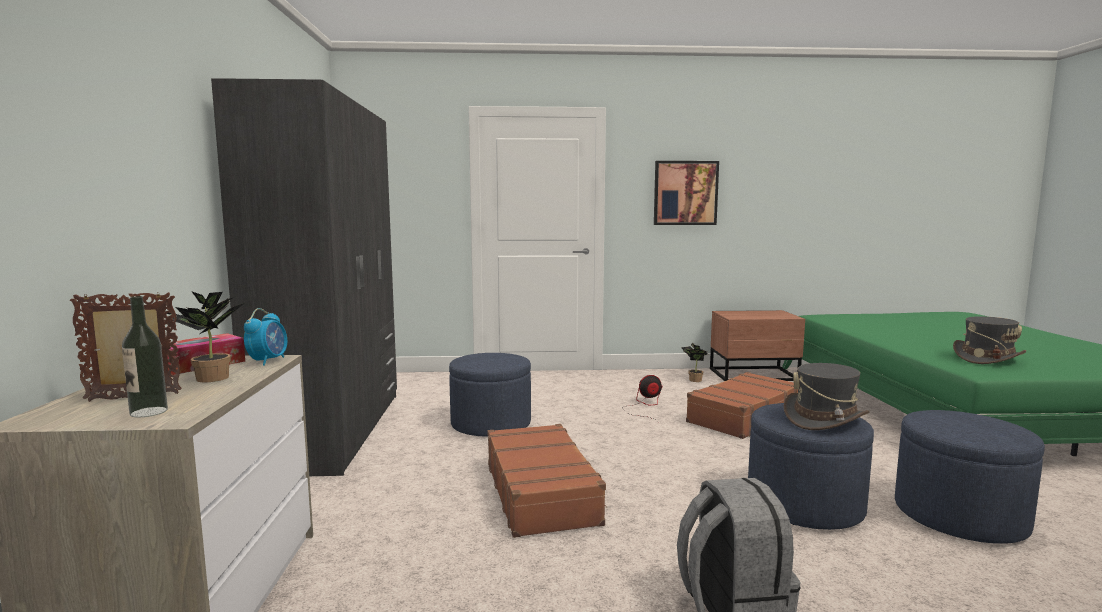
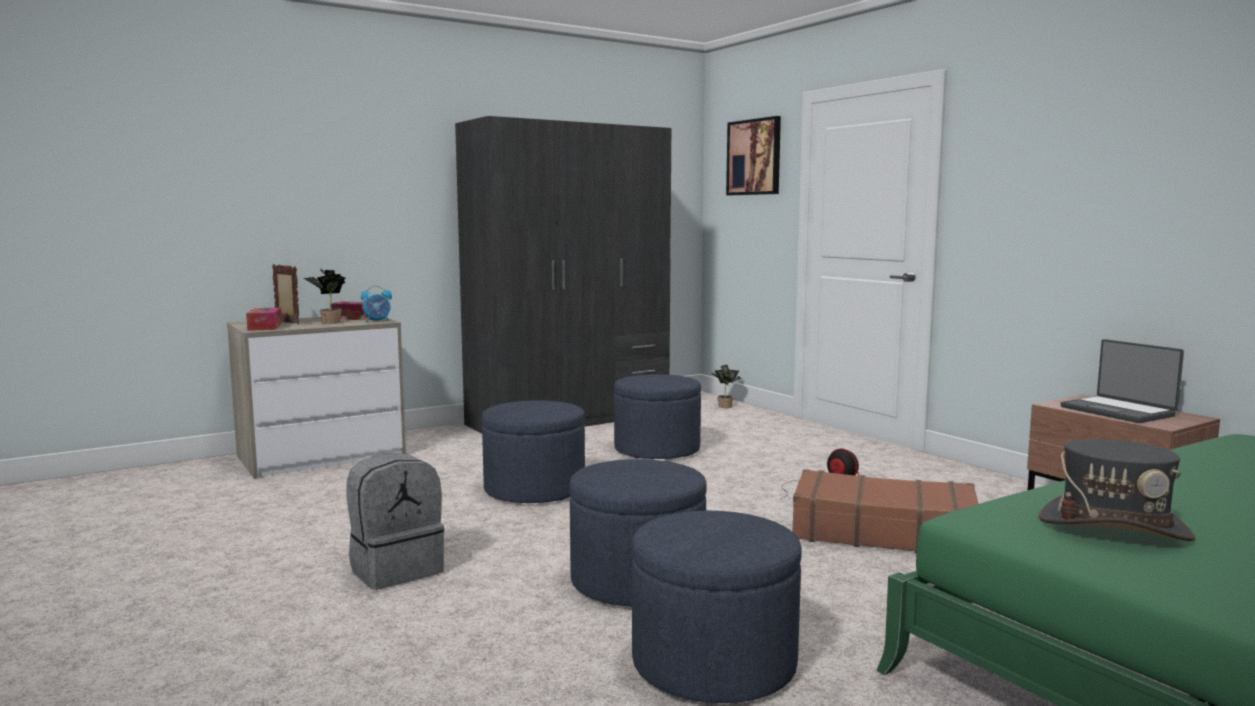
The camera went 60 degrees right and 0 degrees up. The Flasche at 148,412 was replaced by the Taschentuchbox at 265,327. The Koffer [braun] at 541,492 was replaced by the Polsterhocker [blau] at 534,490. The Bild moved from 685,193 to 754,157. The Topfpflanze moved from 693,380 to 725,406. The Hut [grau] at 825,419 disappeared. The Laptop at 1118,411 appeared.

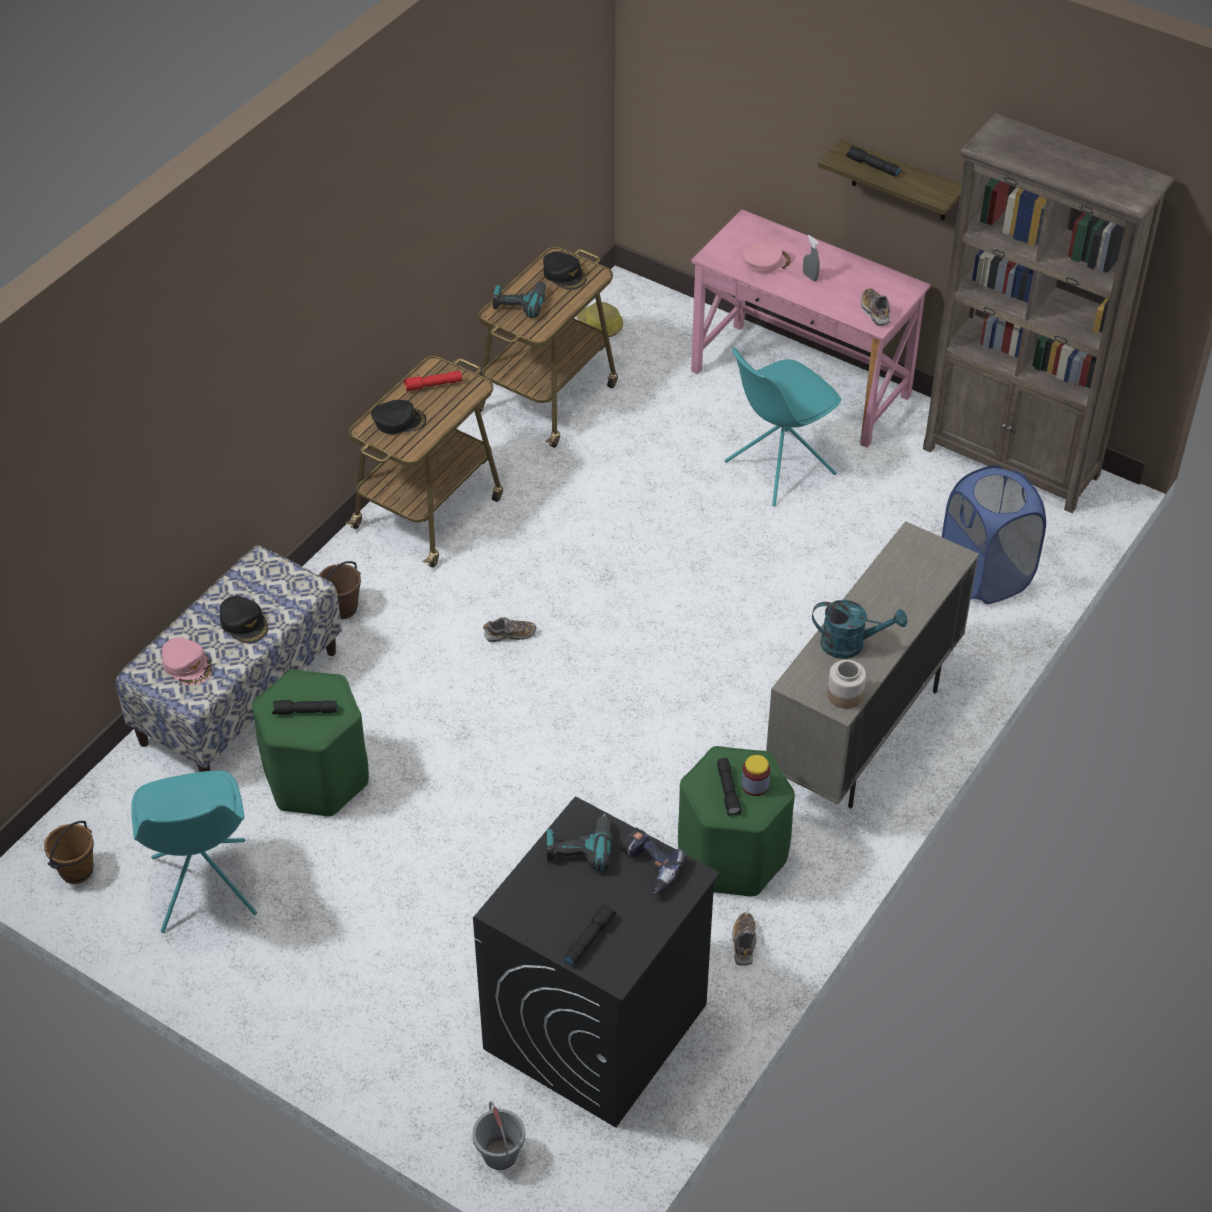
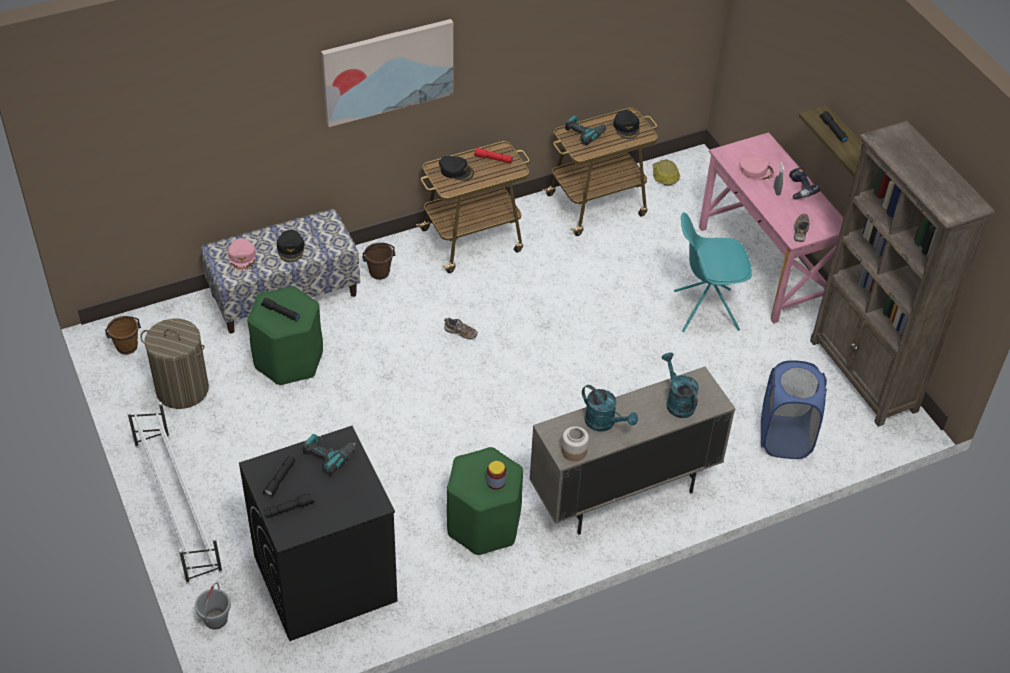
The camera went 30 degrees right and 0 degrees up. The Stuhl [türkis] at 203,888 was replaced by the Wäschekorb at 182,389. The Bohrmaschine moved from 648,867 to 798,189. The Taschenlampe [schwarz] moved from 729,791 to 280,480. The Schuh at 744,943 disappeared. The Schuhregal [weiß] at 177,506 appeared. The Bild at 387,71 appeared. The Gießkanne [türkis] at 677,401 appeared.

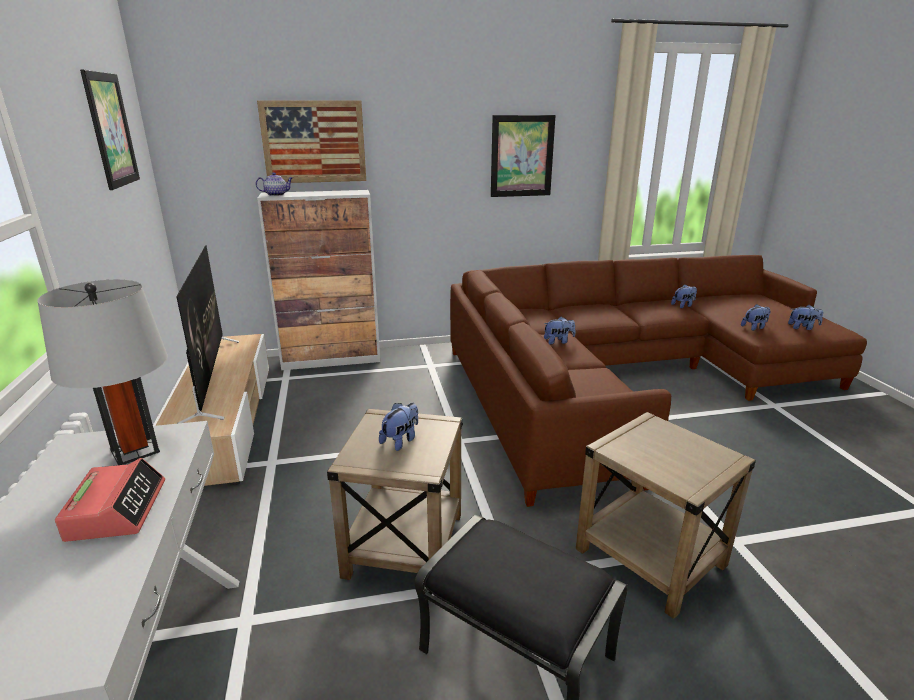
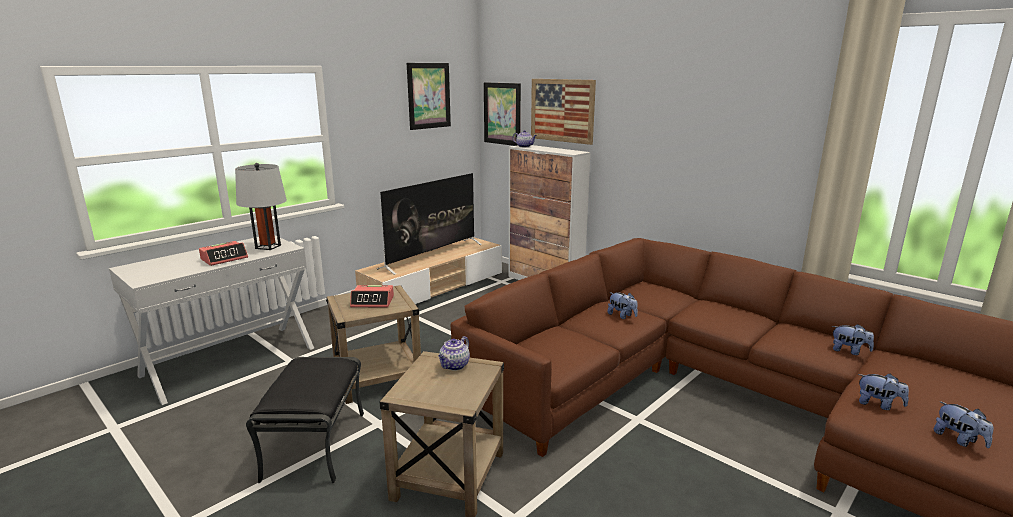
The camera went 55 degrees right and 5 degrees down. The Plüschtier at 401,440 was replaced by the Wecker at 373,302. The Bild moved from 522,156 to 502,114. The Teekanne at 454,366 appeared.

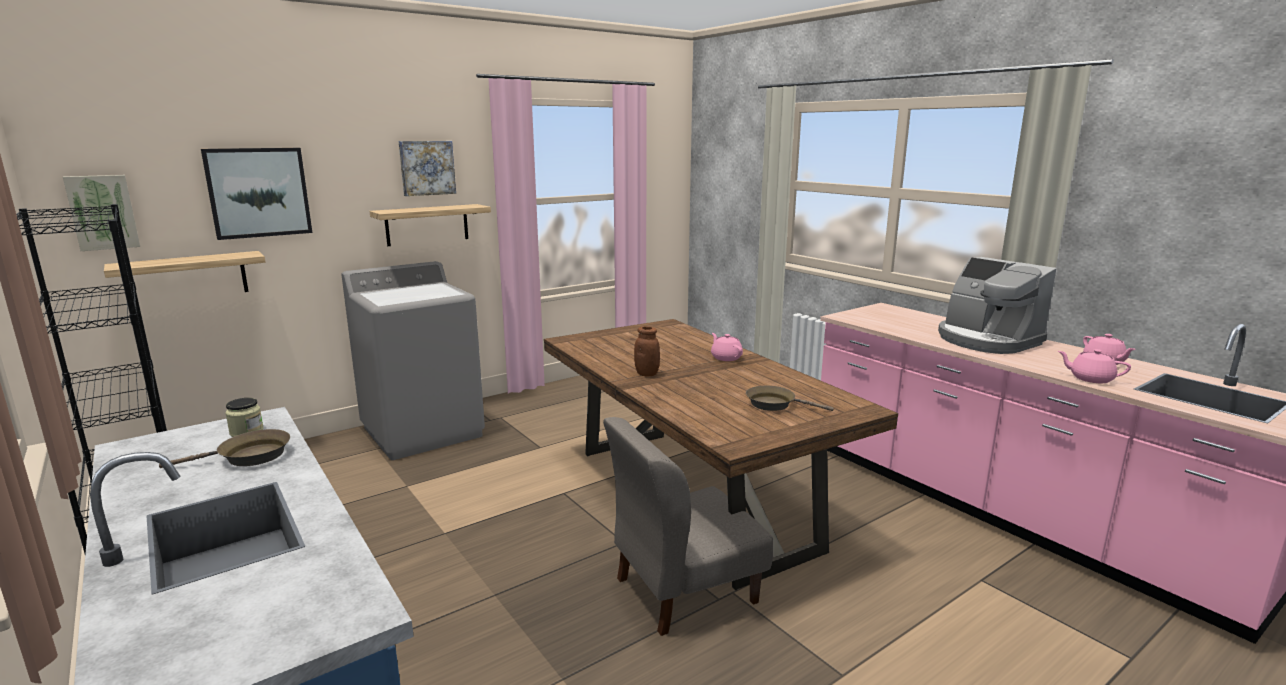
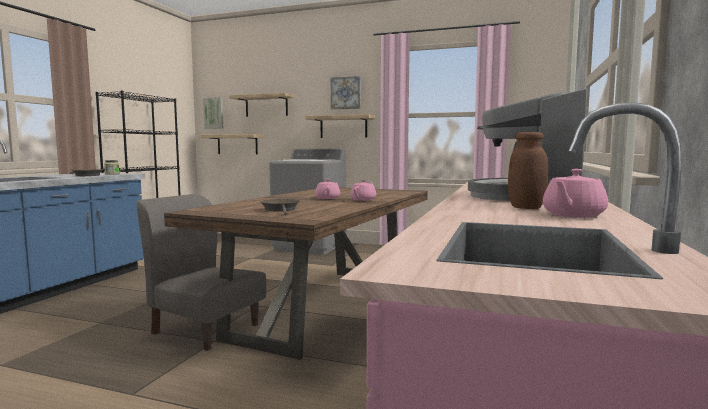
The camera went 55 degrees right and 10 degrees down. The Bild at 258,192 was replaced by the Wandregal at 266,106. The Vorratsglas [braun] moved from 647,374 to 526,207. The Teekanne [rosa] moved from 1090,378 to 327,198.

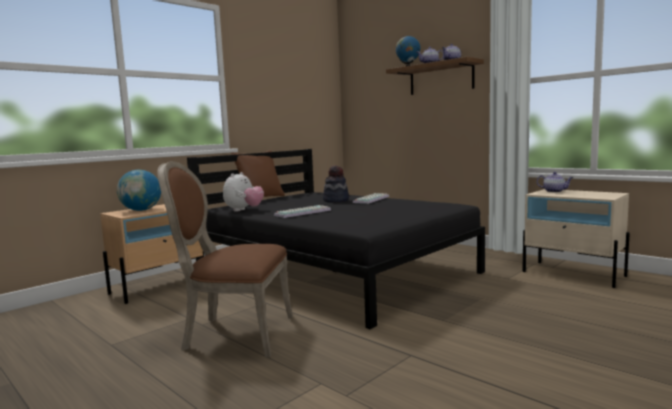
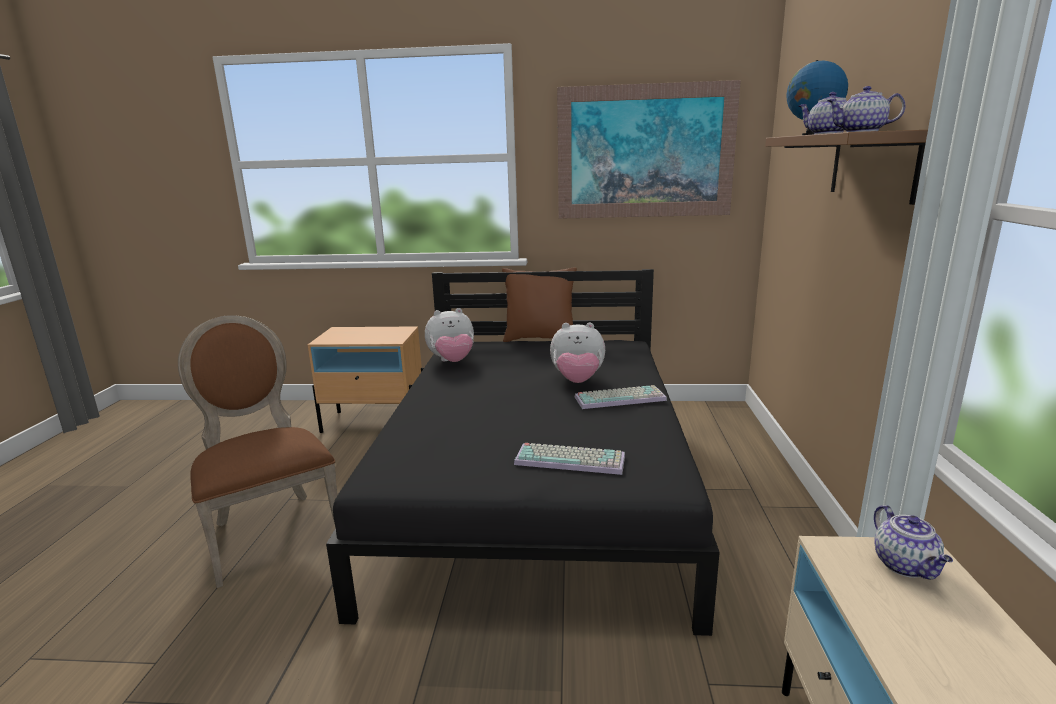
The camera went 50 degrees right and 10 degrees up. The Globus at 141,210 disappeared. The Tastatur moved from 303,212 to 571,459. The Hut at 336,200 was replaced by the Plüschtier at 577,381. The Bild at 645,152 appeared.

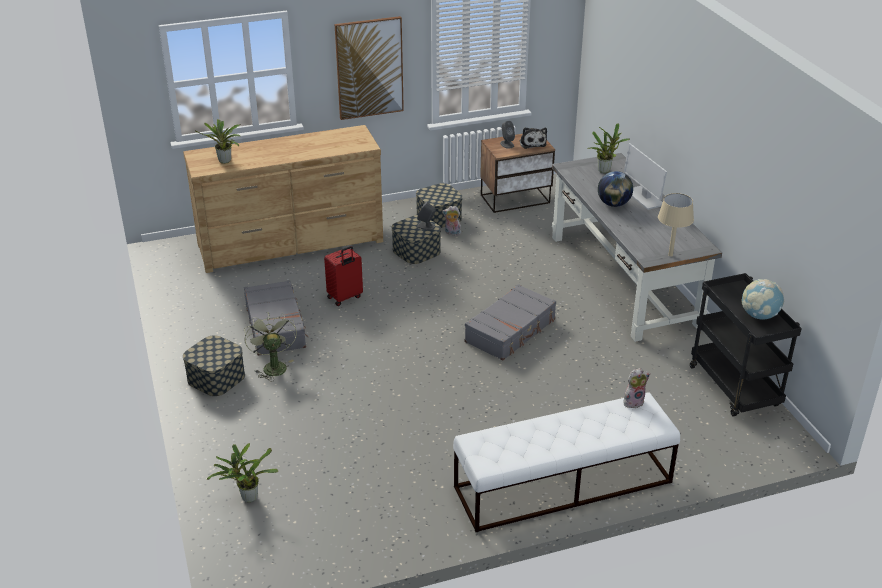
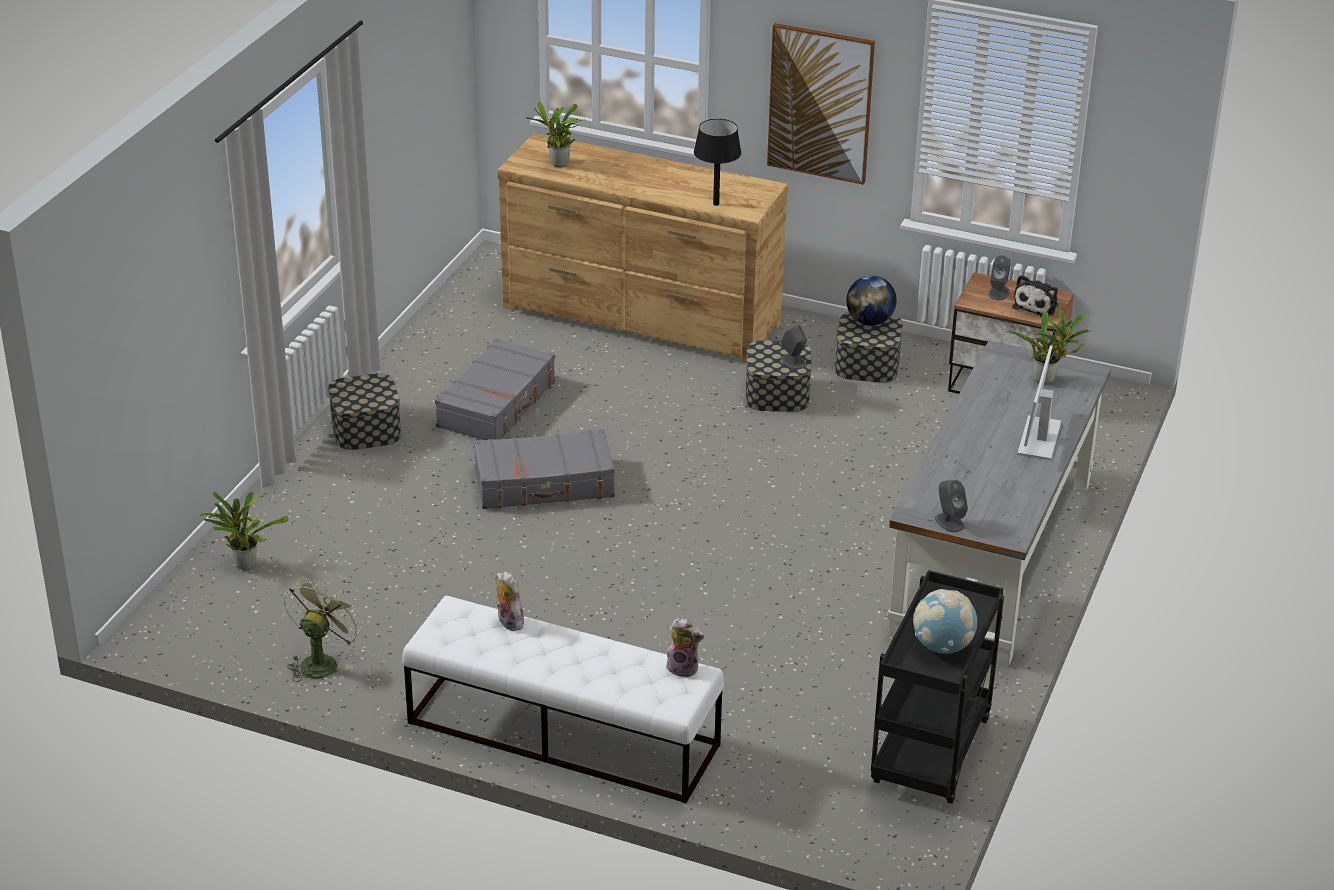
The camera went 40 degrees right and 0 degrees up. The Ventilator [grün] moved from 273,366 to 321,661. The Koffer [rot] at 345,297 disappeared. The Plüschtier moved from 452,233 to 508,622. The Koffer [grau] moved from 511,331 to 544,484. The Globus moved from 613,204 to 869,322. The Tischlampe [beige] at 670,255 was replaced by the Lautsprecher [grau] at 949,522. The Tischlampe [schwarz] at 715,204 appeared.

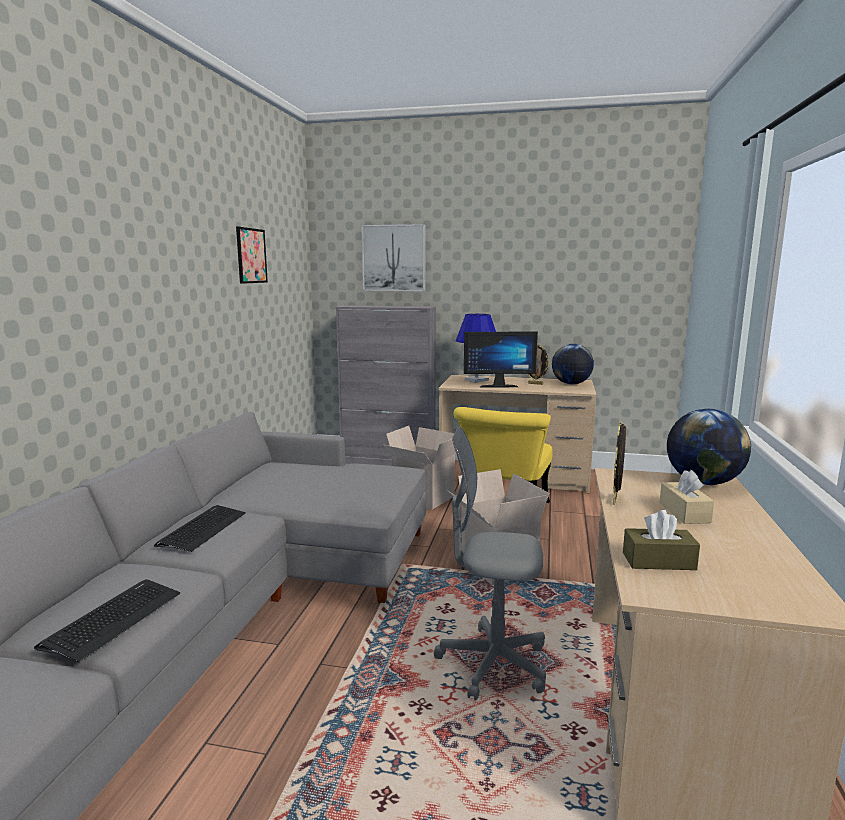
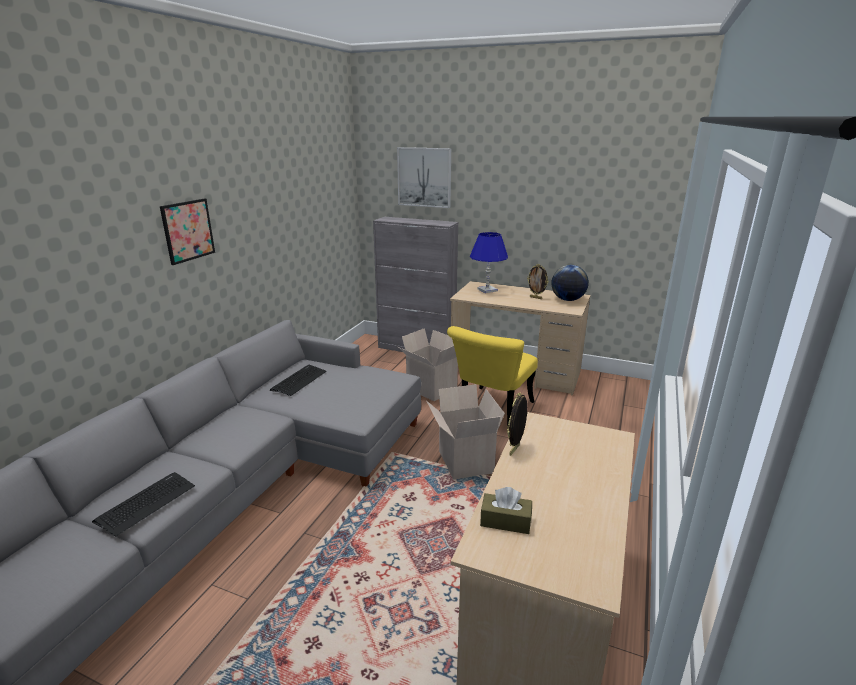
The camera went 10 degrees right and 10 degrees up. The Tastatur moved from 202,529 to 299,381. The Bild moved from 251,255 to 188,230. The Bürostuhl [grau] at 493,664 disappeared. The Monitor at 498,385 disappeared. The Taschentuchbox [beige] at 684,512 disappeared. The Globus at 703,482 disappeared.

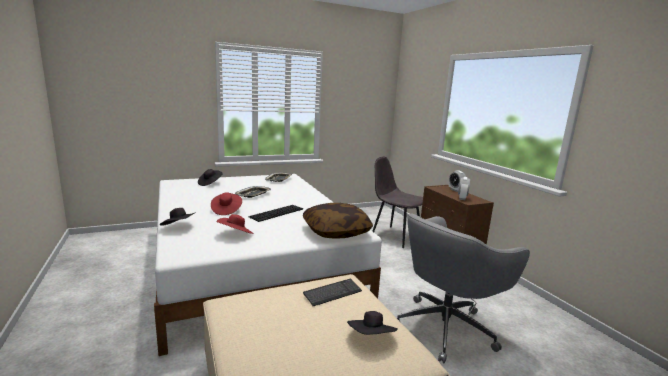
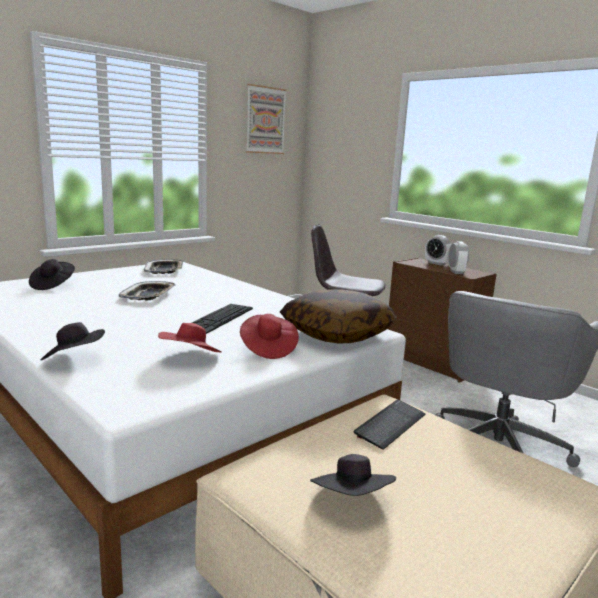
The camera went 20 degrees left and 0 degrees up. The Hut [rot] moved from 226,210 to 267,349. The Hut [schwarz] moved from 371,338 to 352,500. The Bild at 265,120 appeared.

